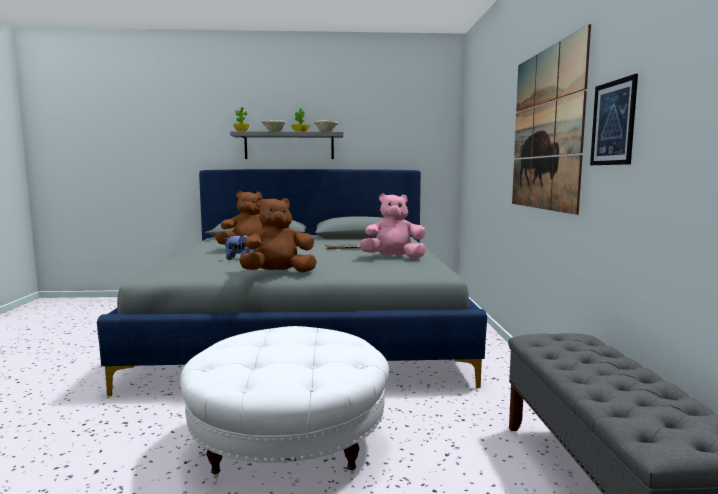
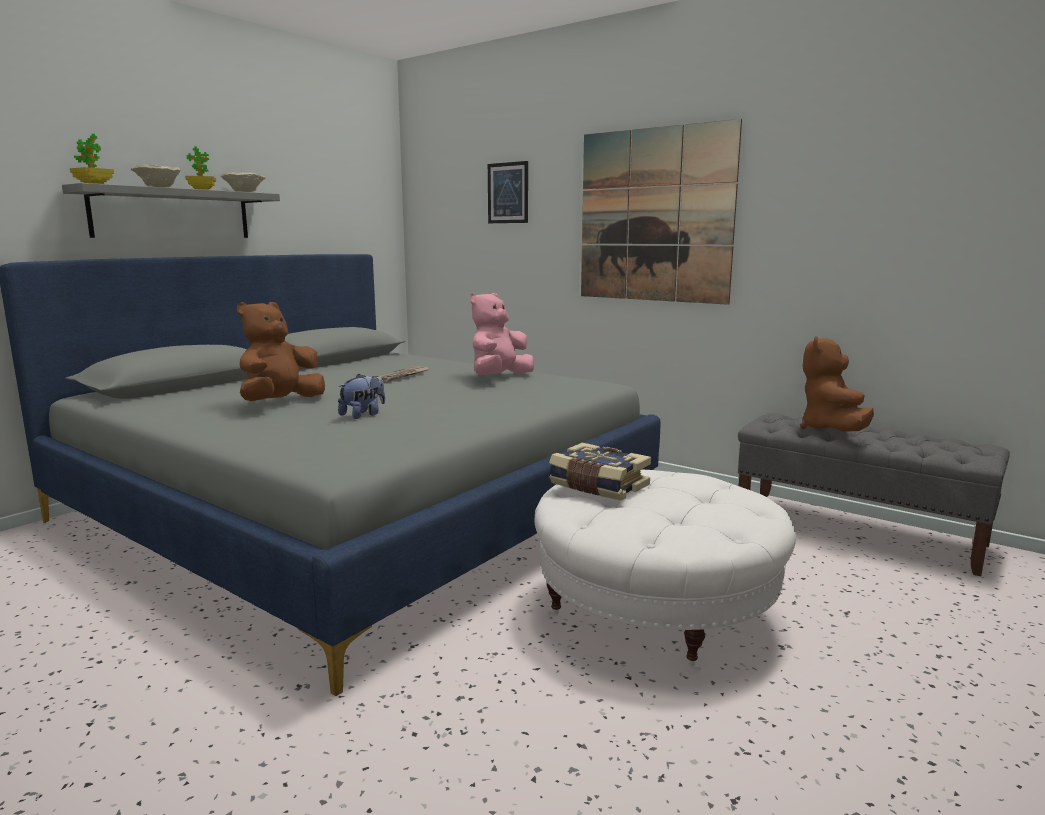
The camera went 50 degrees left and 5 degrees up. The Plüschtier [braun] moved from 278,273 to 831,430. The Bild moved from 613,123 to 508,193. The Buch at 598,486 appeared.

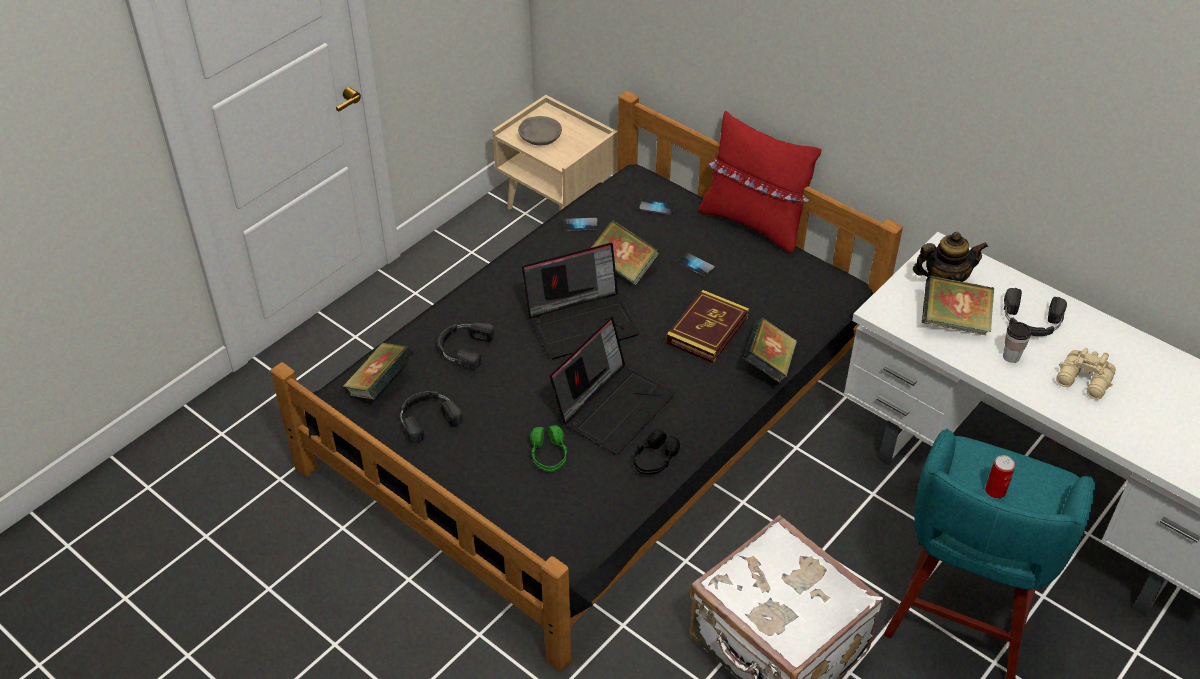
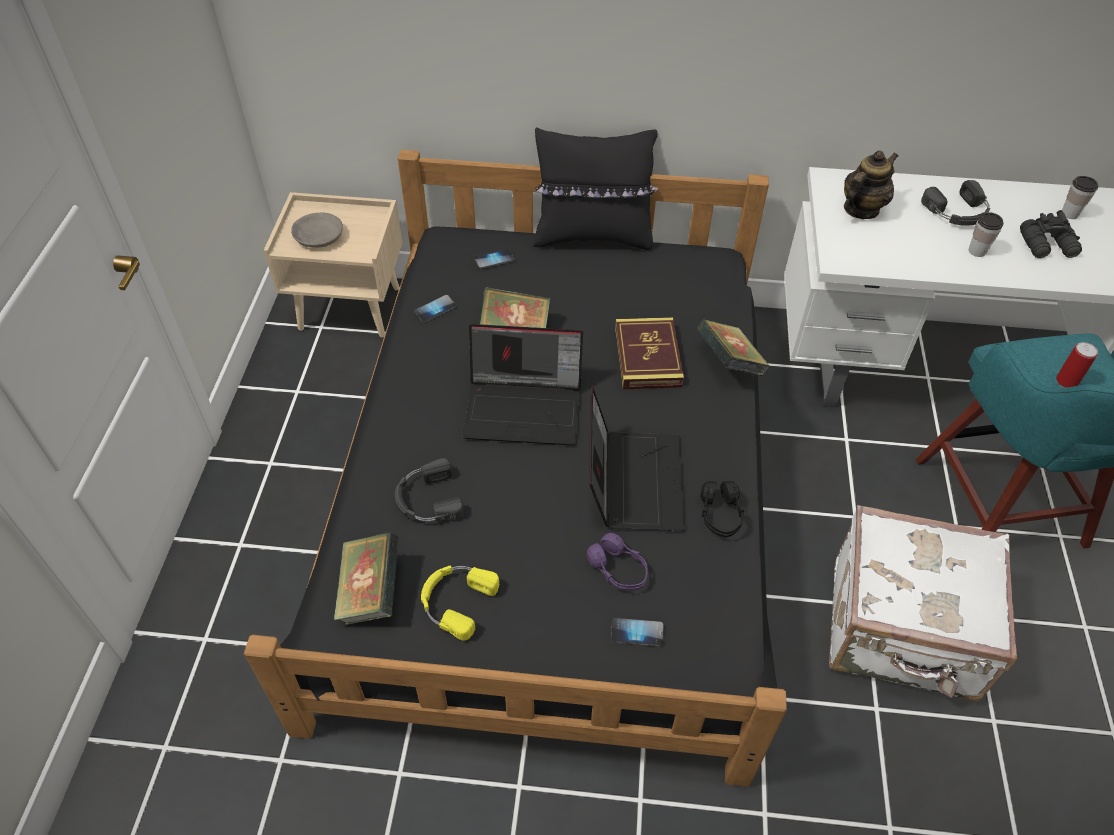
The camera went 35 degrees left and 5 degrees up. The Kopfhörer [schwarz] at 427,417 became the Kopfhörer [gelb] at 456,601. The Laptop at 582,322 turned 60 degrees clockwise. The Kopfhörer [grün] at 549,455 became the Kopfhörer [lila] at 618,570. The Handy moved from 695,265 to 637,633. The Kissen [rot] at 754,223 became the Kissen [schwarz] at 593,236. The Buch at 954,321 disappeared. The Fernglas [beige] at 1084,381 became the Fernglas [schwarz] at 1048,246. The Tasse at 1069,214 appeared.

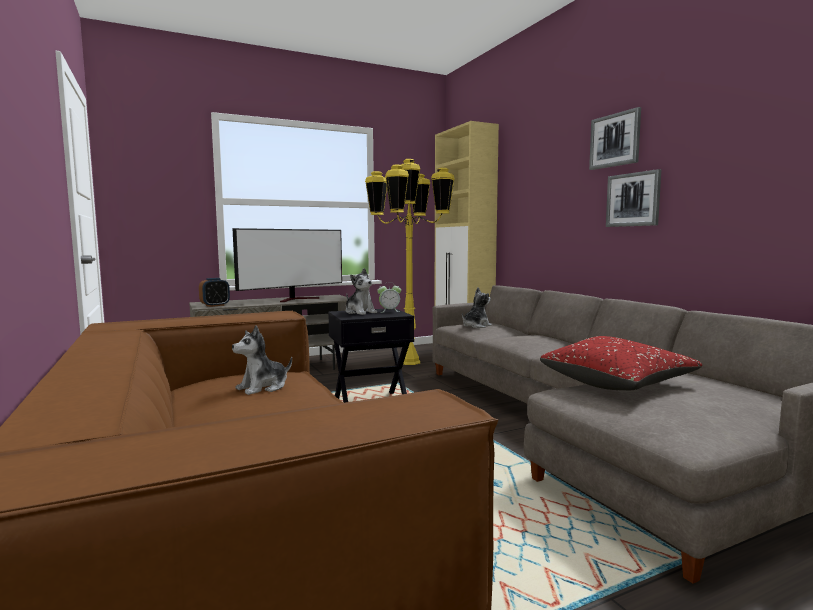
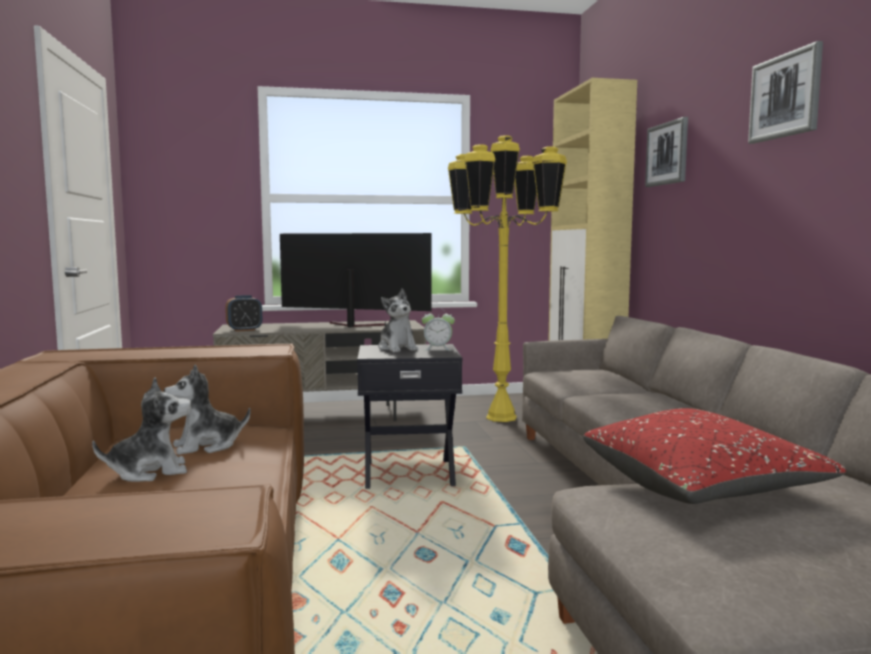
The camera went 15 degrees right and 0 degrees up. The Fernseher at 297,299 turned 135 degrees counterclockwise. The Plüschtier moved from 476,326 to 149,472. The Bild moved from 633,199 to 667,153.

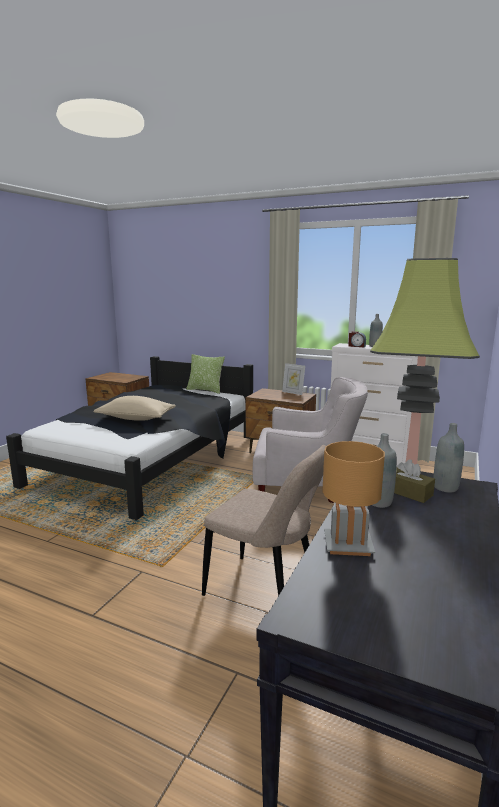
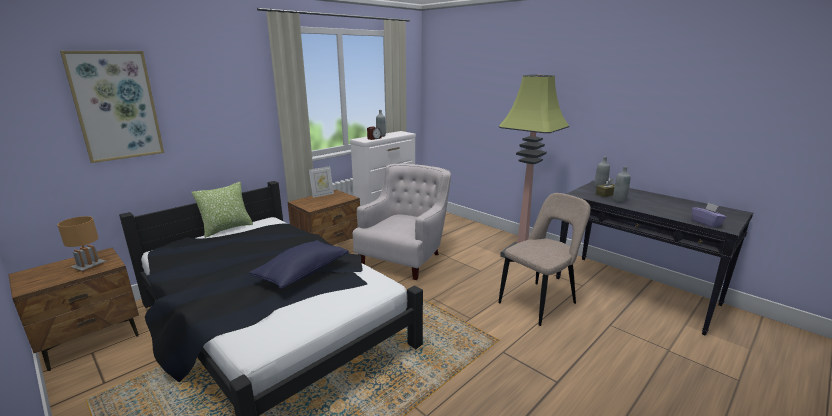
The camera went 70 degrees left and 5 degrees up. The Kissen [beige] at 136,418 became the Kissen [blau] at 302,273. The Tischlampe [braun] moved from 348,545 to 89,266. The Bild at 116,106 appeared. The Taschentuchbox [lila] at 706,223 appeared.

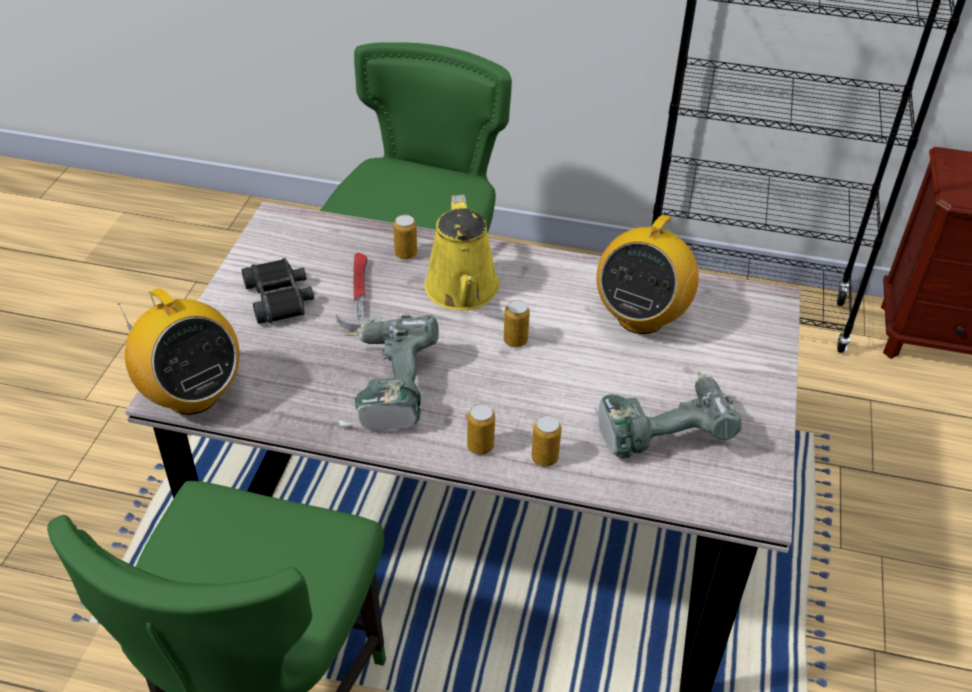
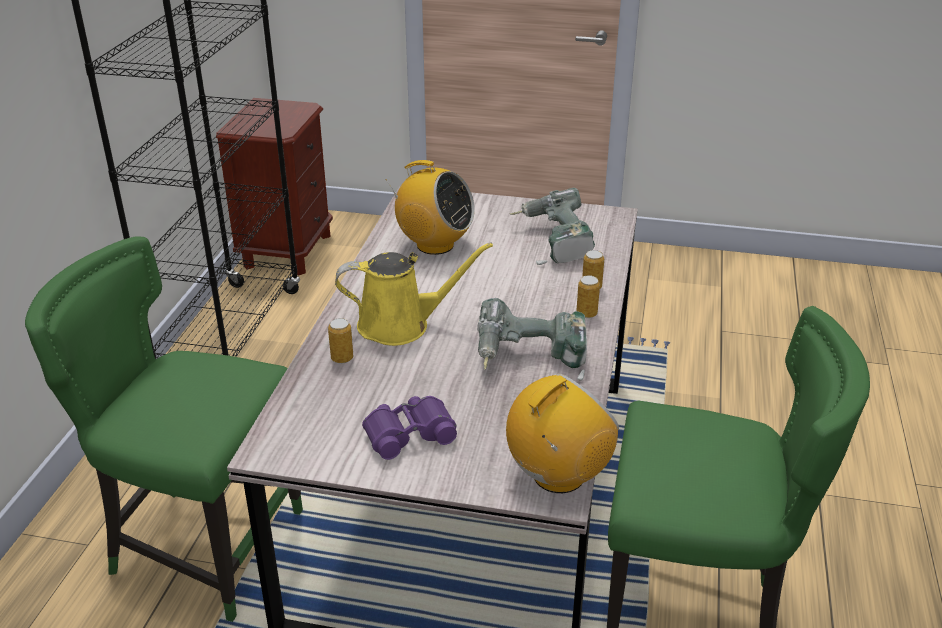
The camera went 90 degrees left and 10 degrees down. The Fernglas [schwarz] at 280,298 became the Fernglas [lila] at 409,433. The Hammer at 358,295 disappeared. The Dose at 515,341 disappeared.

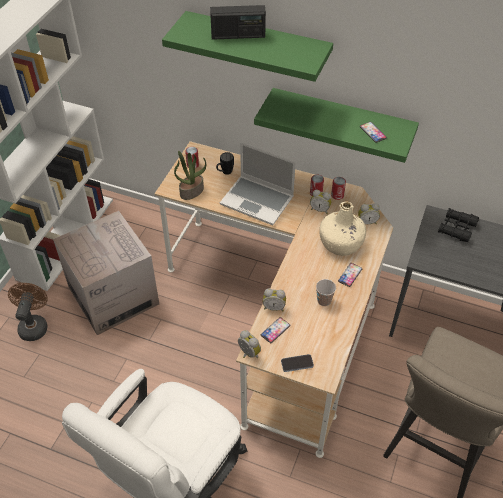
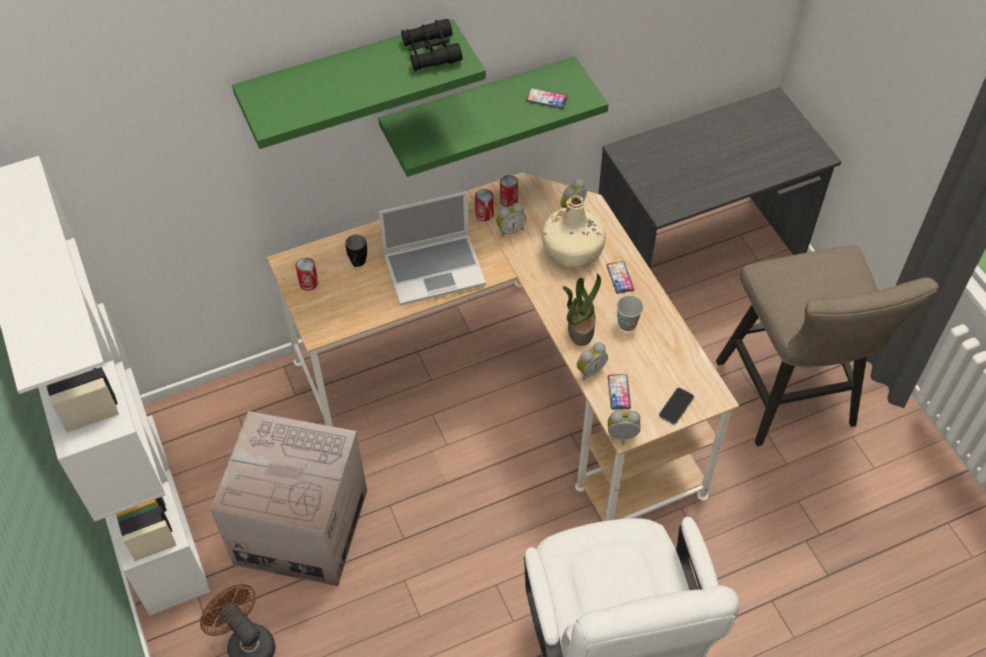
The camera went 45 degrees left and 5 degrees up. The Topfpflanze moved from 191,191 to 580,328. The Radio at 238,35 disappeared. The Fernglas [schwarz] moved from 456,228 to 431,52.

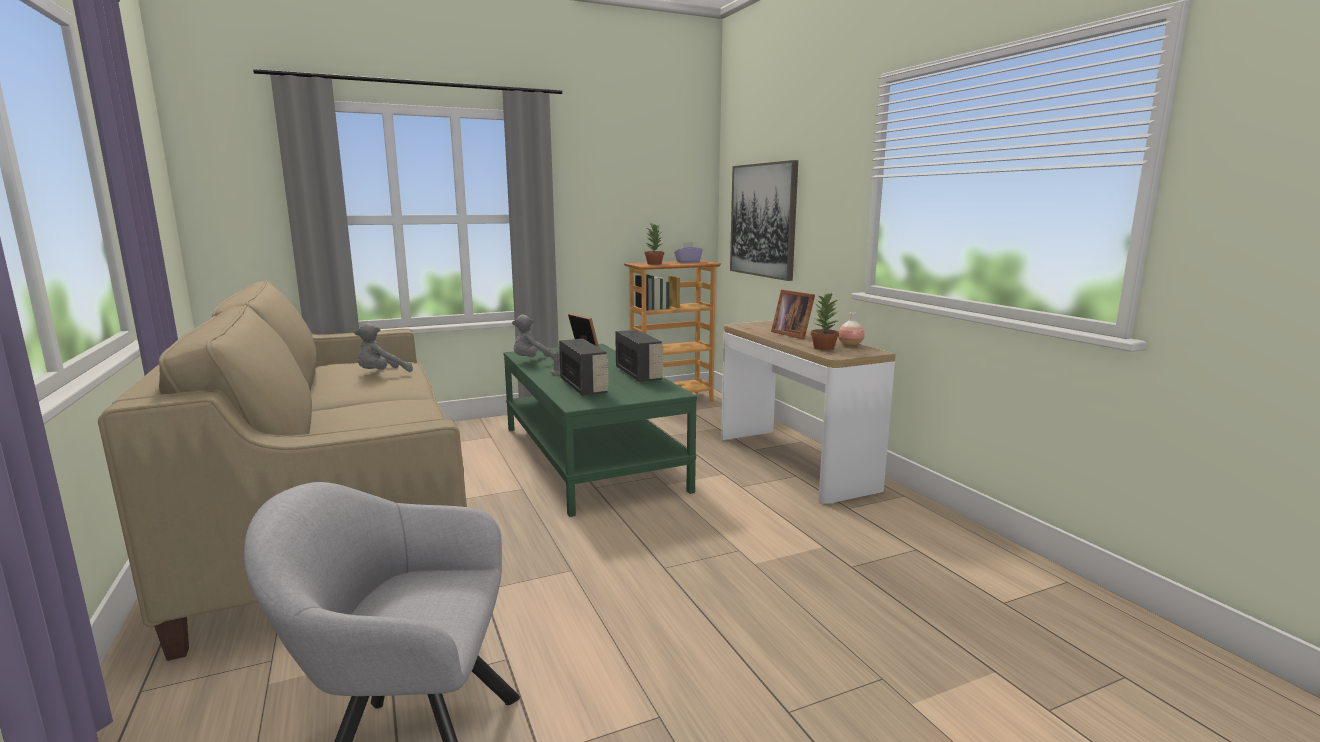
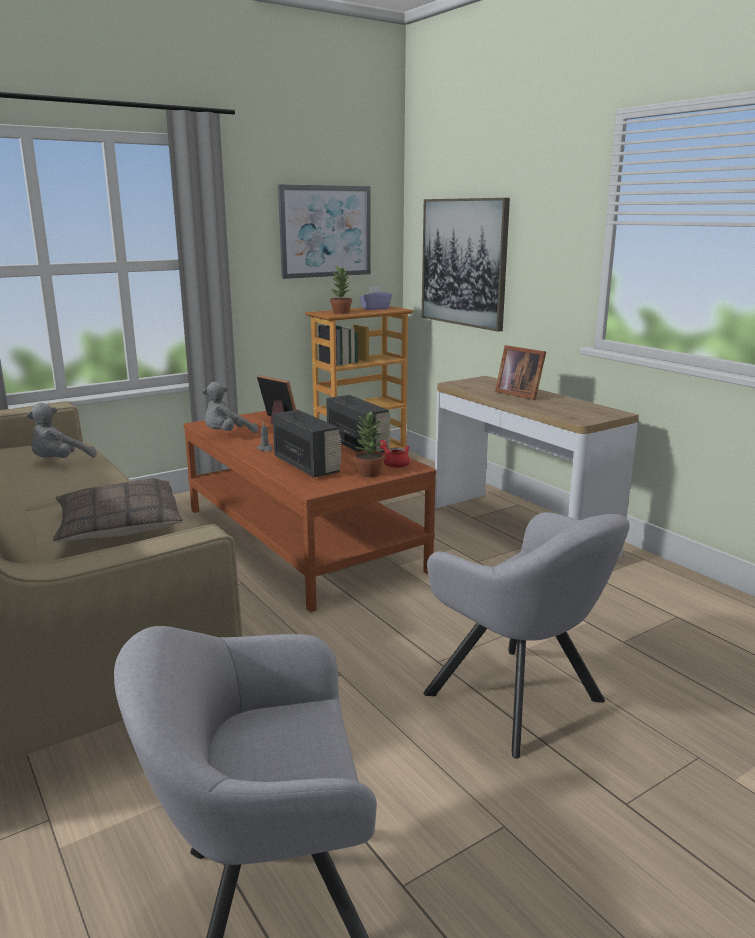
The camera went 10 degrees left and 5 degrees up. The Couchtisch [grün] at 590,457 became the Couchtisch [braun] at 300,538. The Topfpflanze moved from 823,348 to 368,473. The Vase at 850,345 disappeared. The Kissen at 118,525 appeared. The Bild at 325,231 appeared. The Teekanne [rot] at 394,463 appeared. The Sessel [grau] at 521,702 appeared.

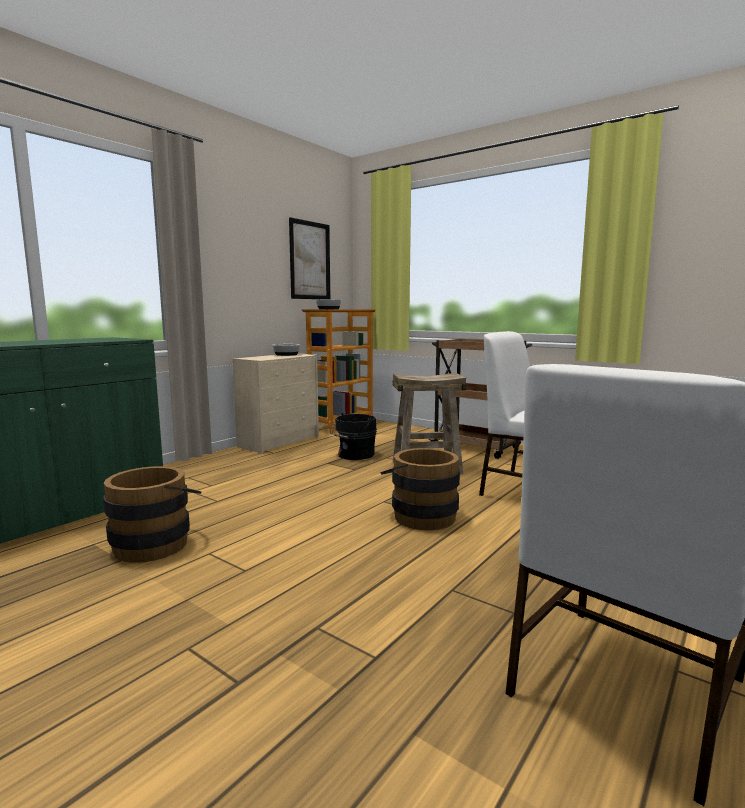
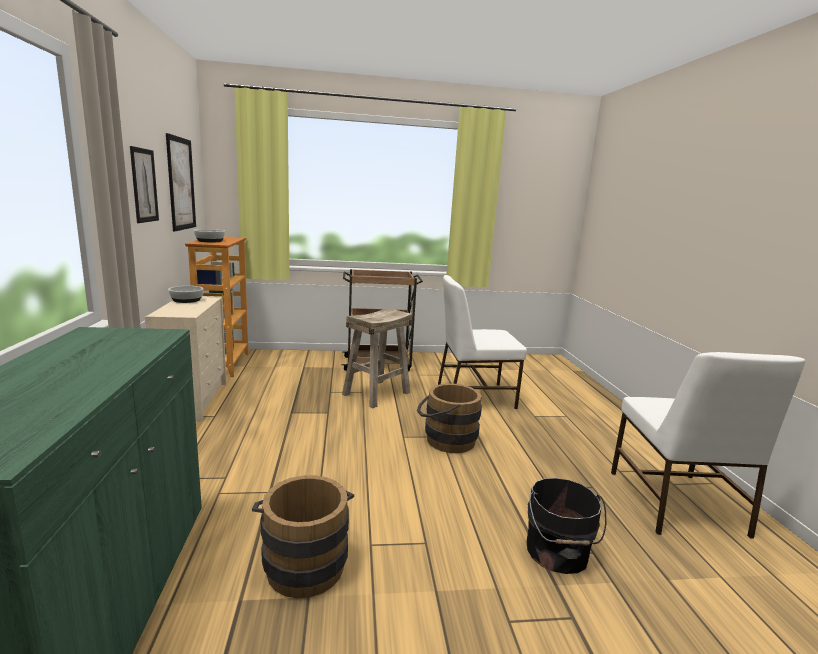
The camera went 45 degrees left and 5 degrees up. The Eimer [schwarz] moved from 354,455 to 557,553. The Bild at 144,185 appeared.

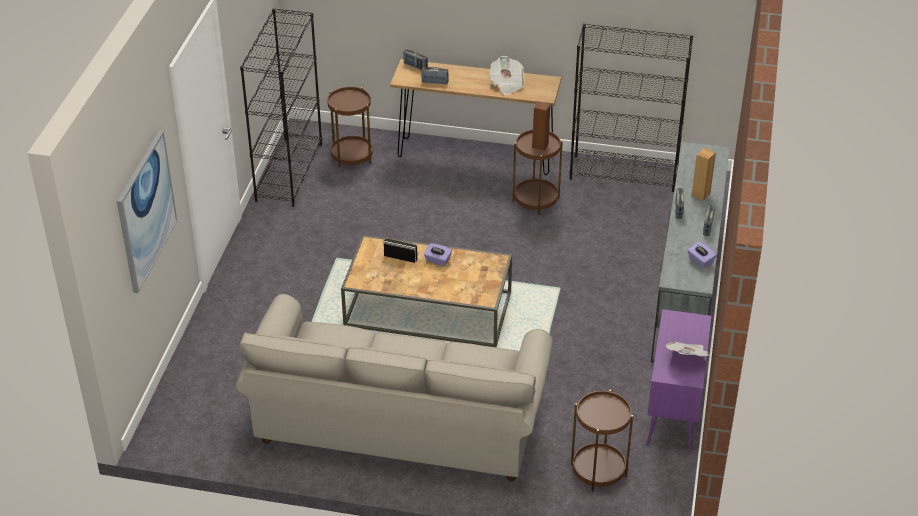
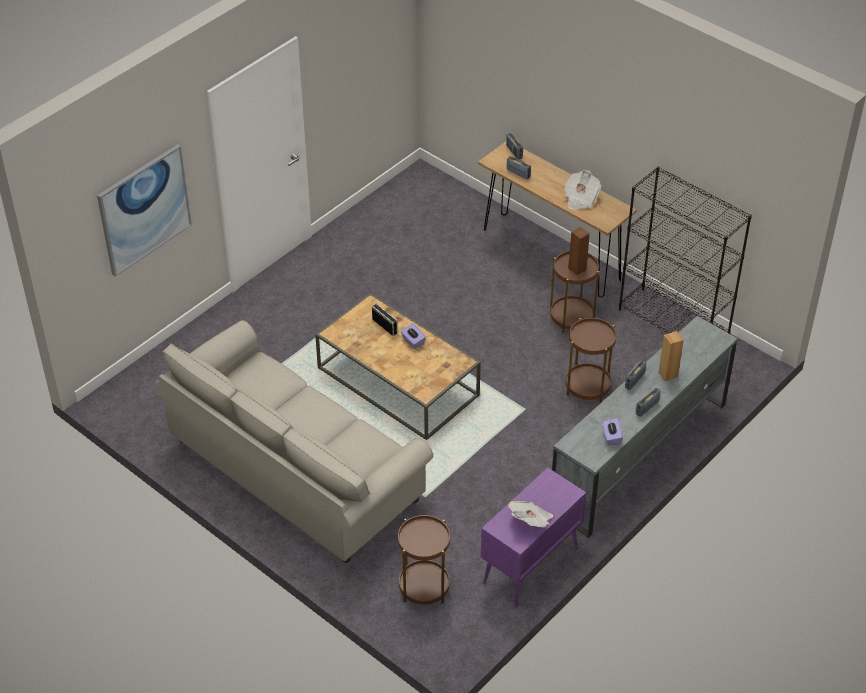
The camera went 30 degrees right and 5 degrees up. The Bücherregal [schwarz] at 289,172 disappeared. The Beistelltisch [braun] moved from 352,155 to 587,386.

